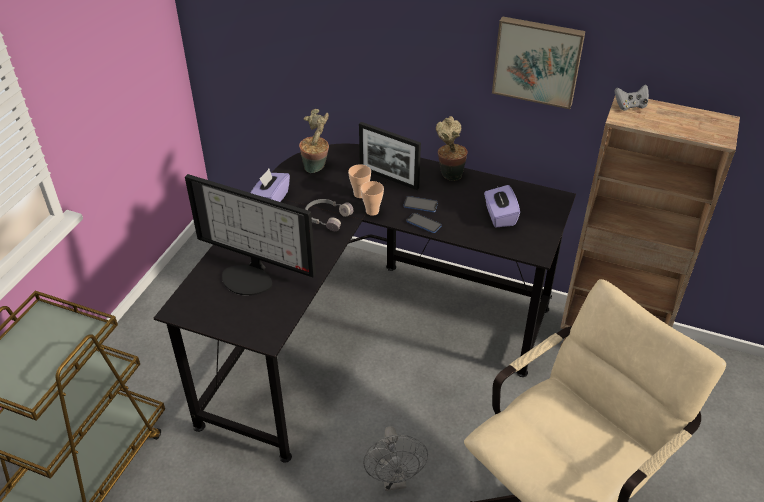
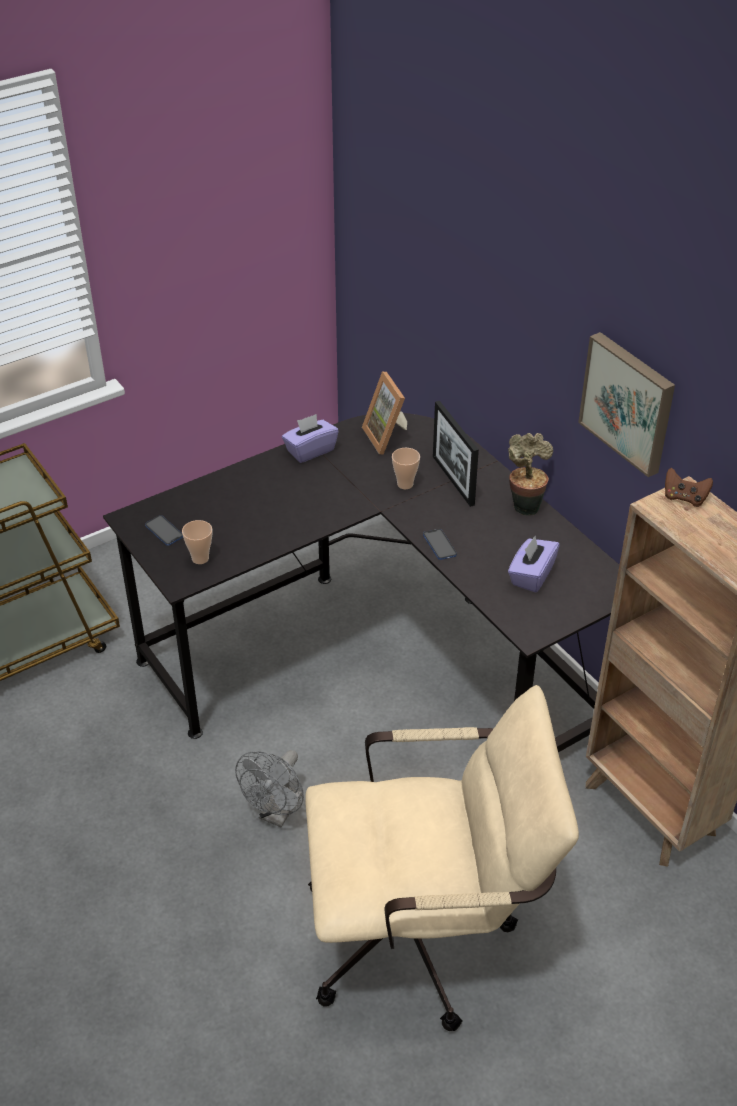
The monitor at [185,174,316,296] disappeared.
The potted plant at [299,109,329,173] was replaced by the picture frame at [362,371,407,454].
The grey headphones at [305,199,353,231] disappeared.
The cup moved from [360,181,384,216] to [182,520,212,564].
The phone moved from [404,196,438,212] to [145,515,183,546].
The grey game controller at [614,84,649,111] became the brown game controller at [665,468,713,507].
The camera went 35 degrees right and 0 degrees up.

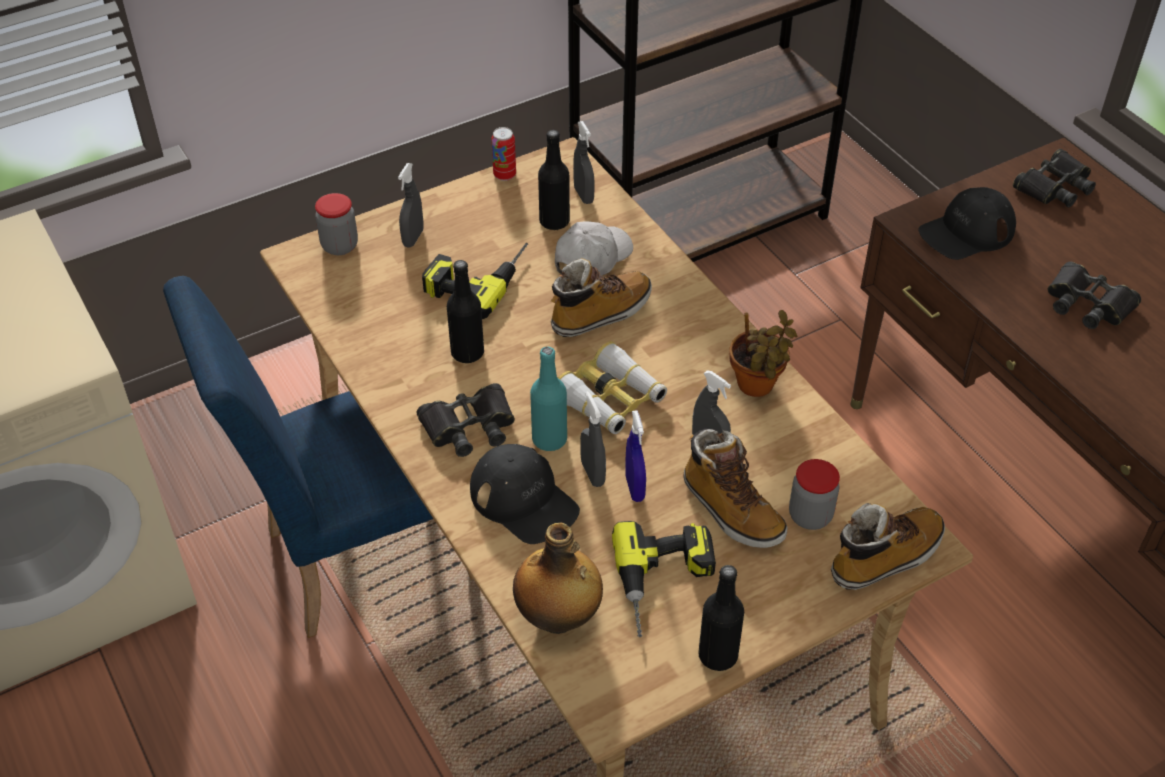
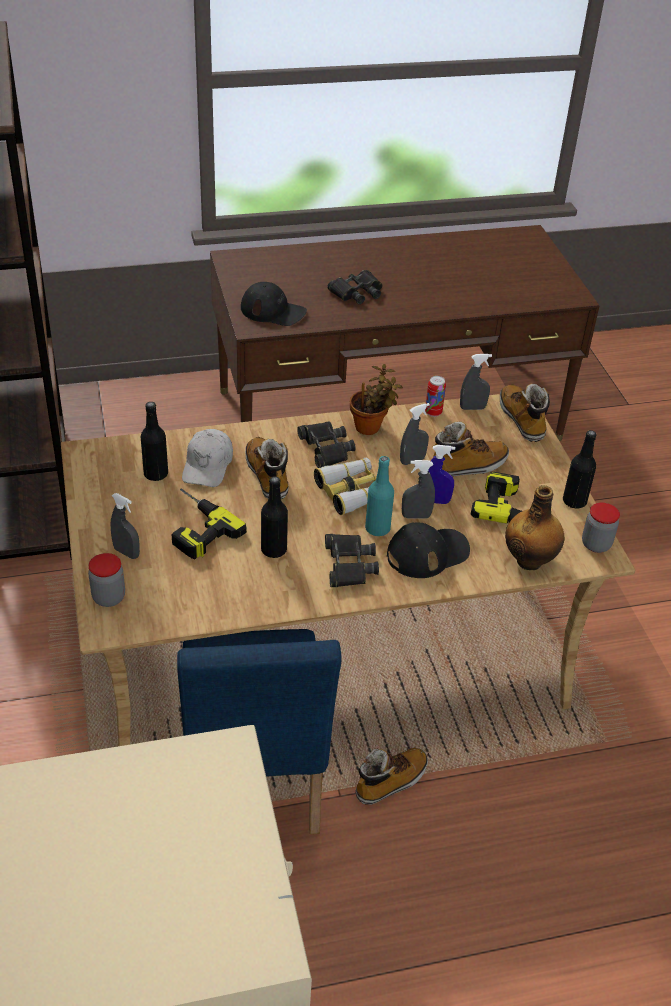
The can moved from [491,127,516,181] to [425,376,446,417].
The white cap at [555,221,633,276] turned 135 degrees counterclockwise.
The grey spray bottle moved from [573,121,595,204] to [460,354,492,410].
The jar moved from [789,459,840,530] to [582,502,620,553].
The black cap at [918,187,1016,260] turned 60 degrees counterclockwise.
The black binoculars moved from [1013,149,1096,208] to [297,422,356,468].
The boot at [355,748,428,805] appeared.
The camera went 75 degrees left and 5 degrees down.

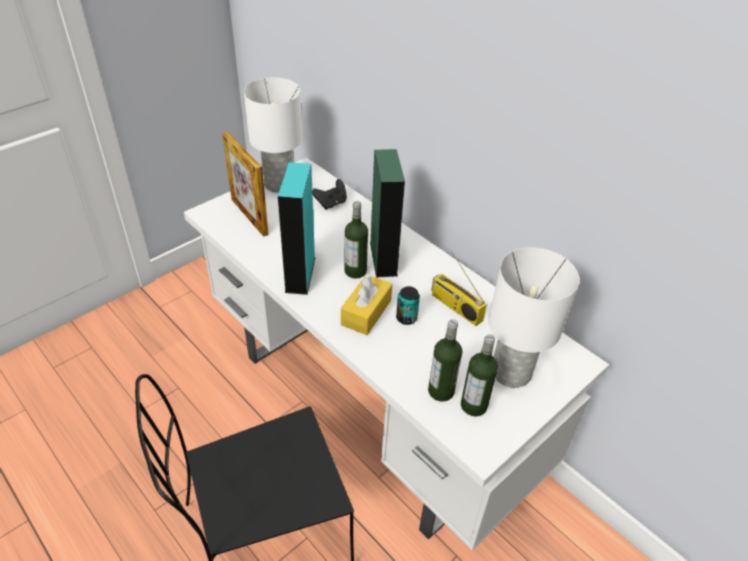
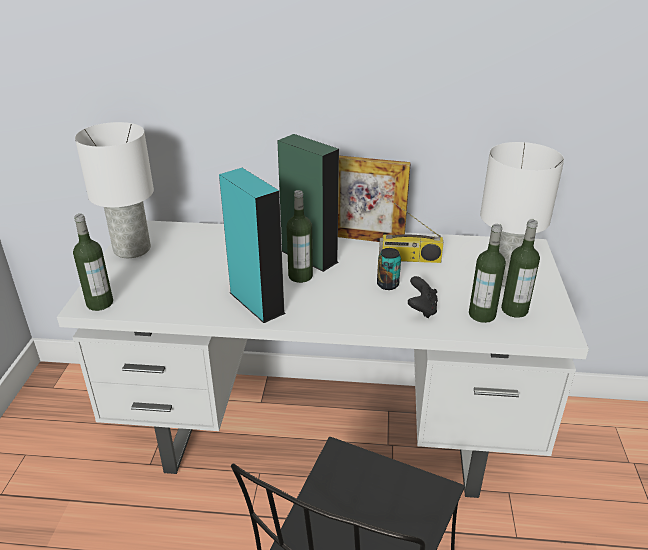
The picture frame moved from [222,132,269,237] to [338,156,411,242].
The black game controller moved from [312,179,347,210] to [408,276,438,318].
The yellow tissue box at [341,274,392,335] disappeared.
The bottle at [73,214,113,311] appeared.
The camera went 40 degrees left and 10 degrees down.

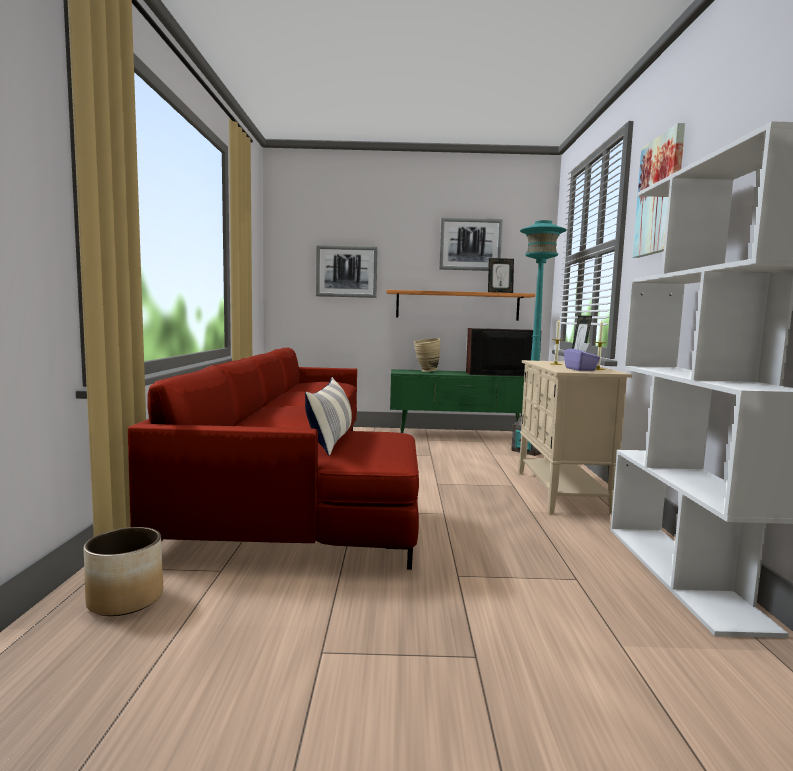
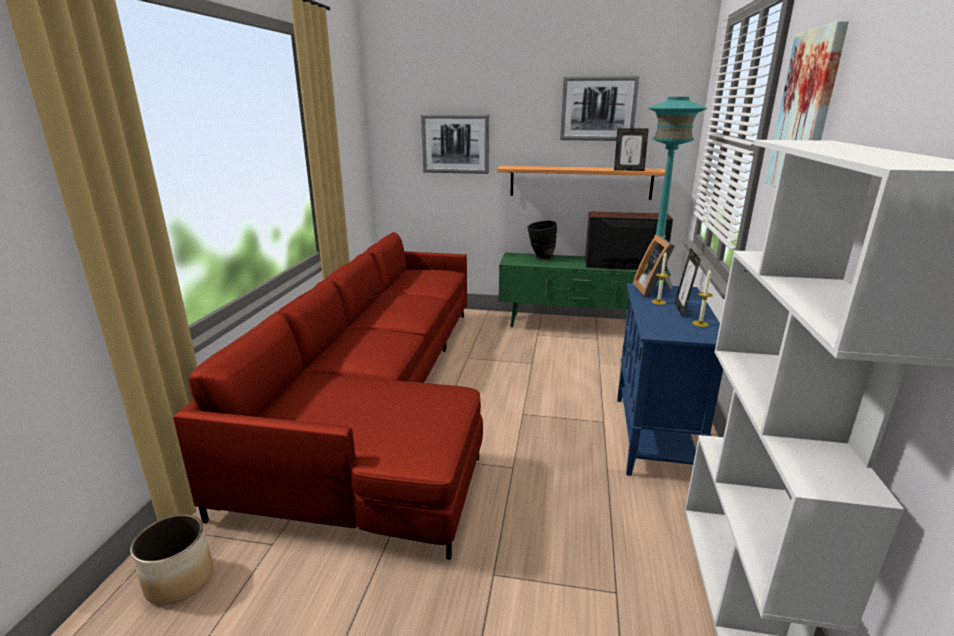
The pillow at [305,377,352,456] disappeared.
The beige vase at [414,338,440,372] became the black vase at [528,221,557,260].
The beige cabinet at [519,360,632,516] became the blue cabinet at [617,283,723,476].
The purple tissue box at [564,343,600,371] disappeared.
The picture frame at [633,234,675,298] appeared.
The camera went 10 degrees right and 15 degrees up.

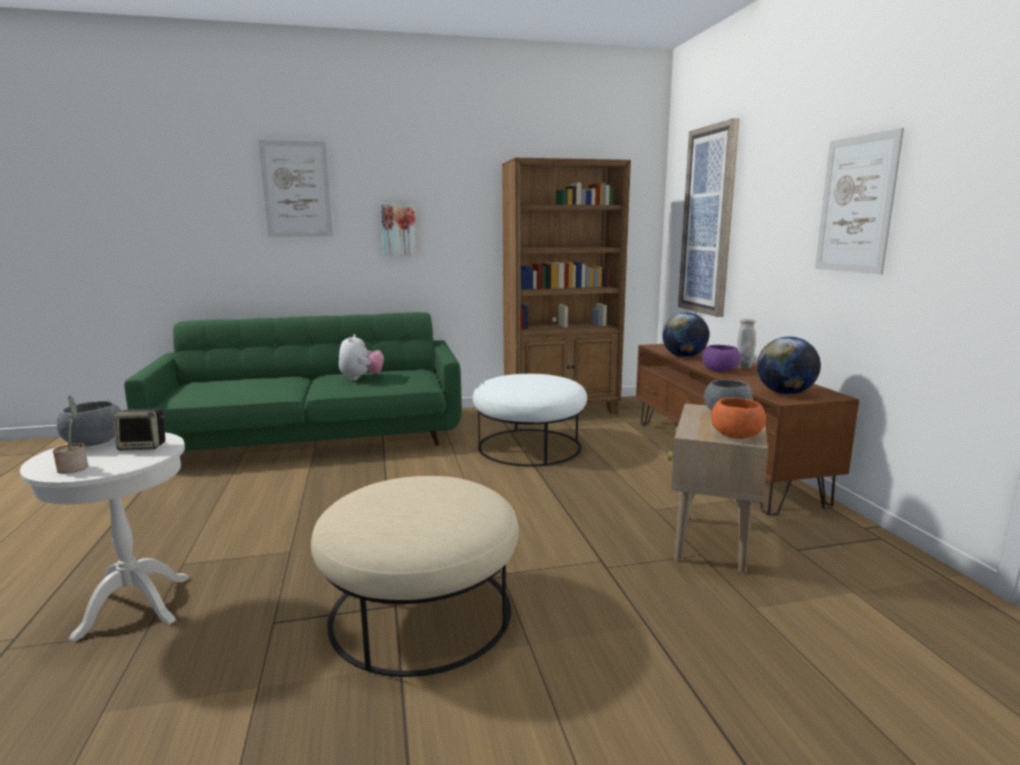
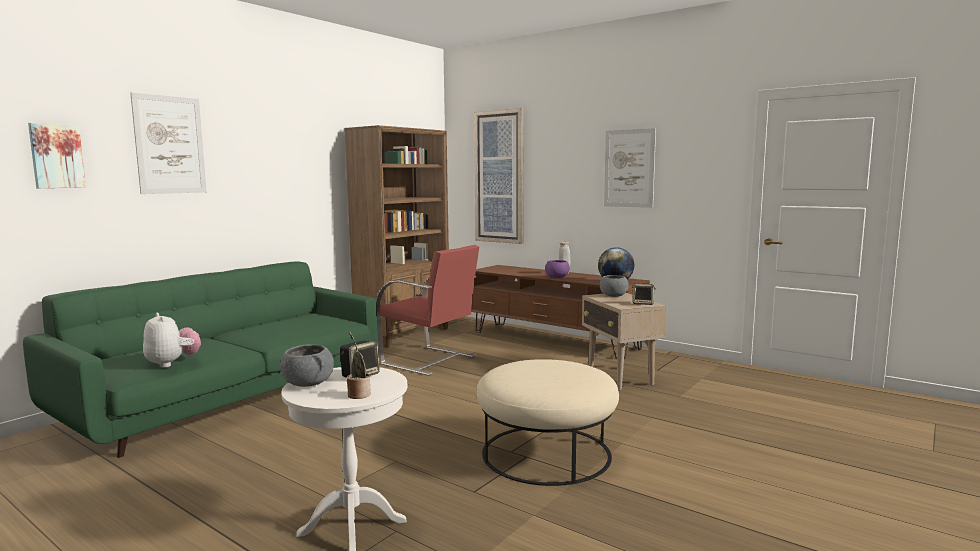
The plush toy moved from [339,334,384,381] to [143,312,201,368].
The picture moved from [381,203,417,256] to [28,123,86,188].
The white ottoman at [473,374,587,466] was replaced by the red armchair at [376,245,479,376].
The globe at [662,312,709,358] disappeared.
The orange bowl at [711,397,766,439] was replaced by the speaker at [632,283,656,305].
The camera went 40 degrees left and 5 degrees down.

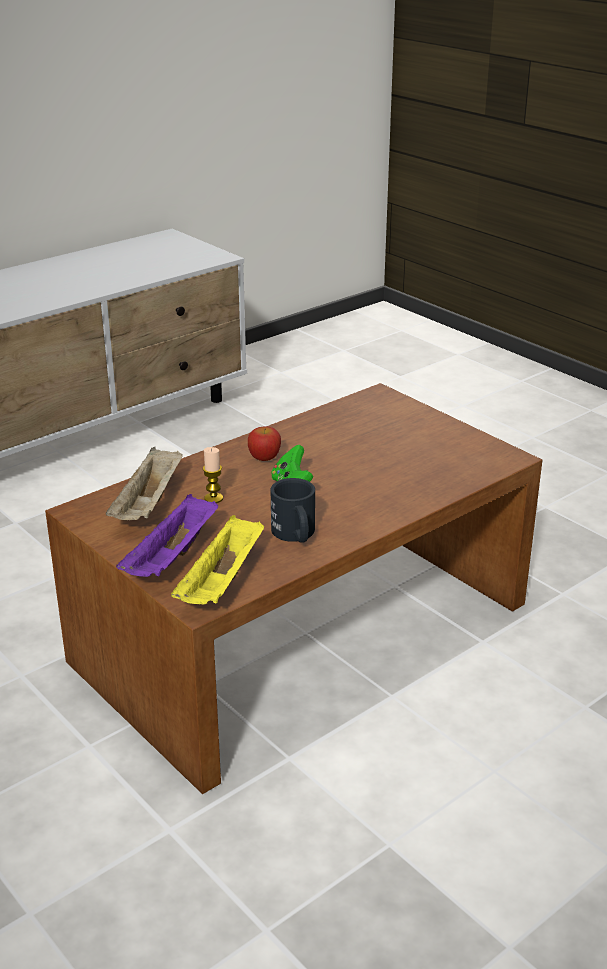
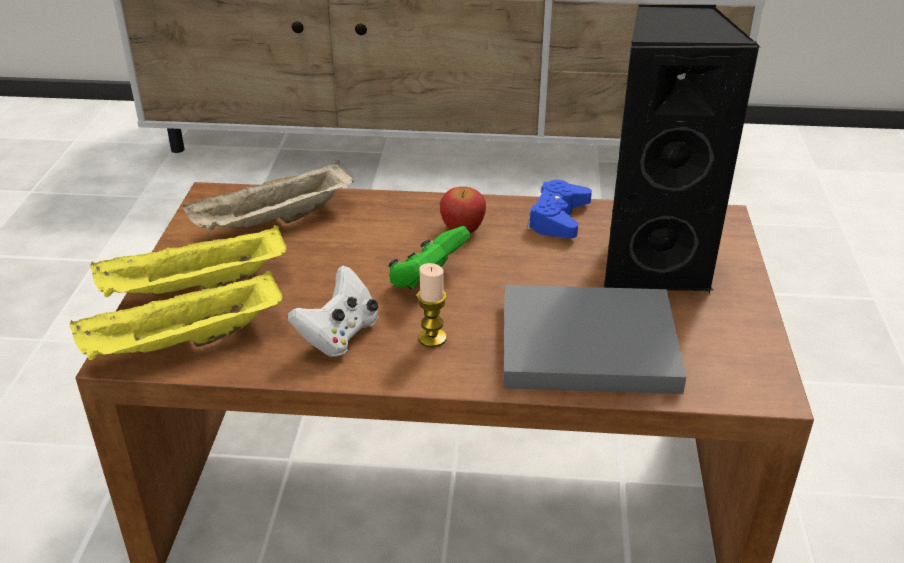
The purple tray at [116,494,218,577] became the yellow tray at [90,225,287,297].
The candle moved from [203,447,223,503] to [417,263,447,347].
The black mug at [270,478,315,543] was replaced by the white game controller at [288,265,378,357].
The grey book at [504,285,686,394] appeared.
The blue game controller at [527,180,592,238] appeared.
The black speaker at [604,5,761,294] appeared.
The camera went 45 degrees right and 5 degrees up.

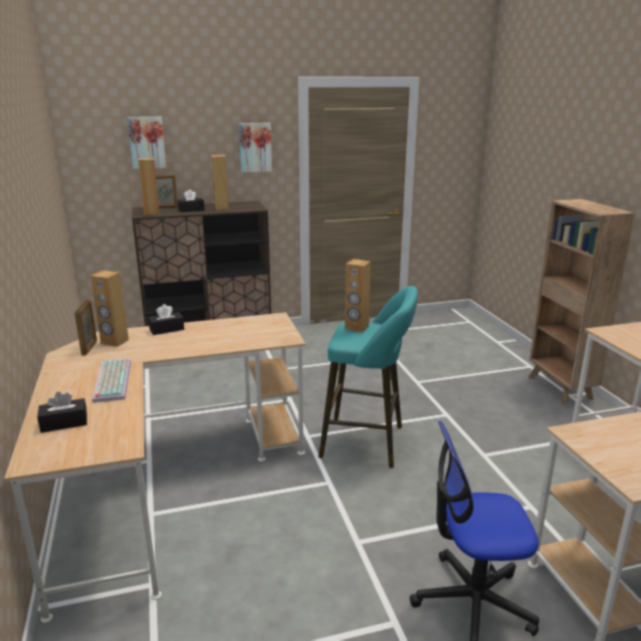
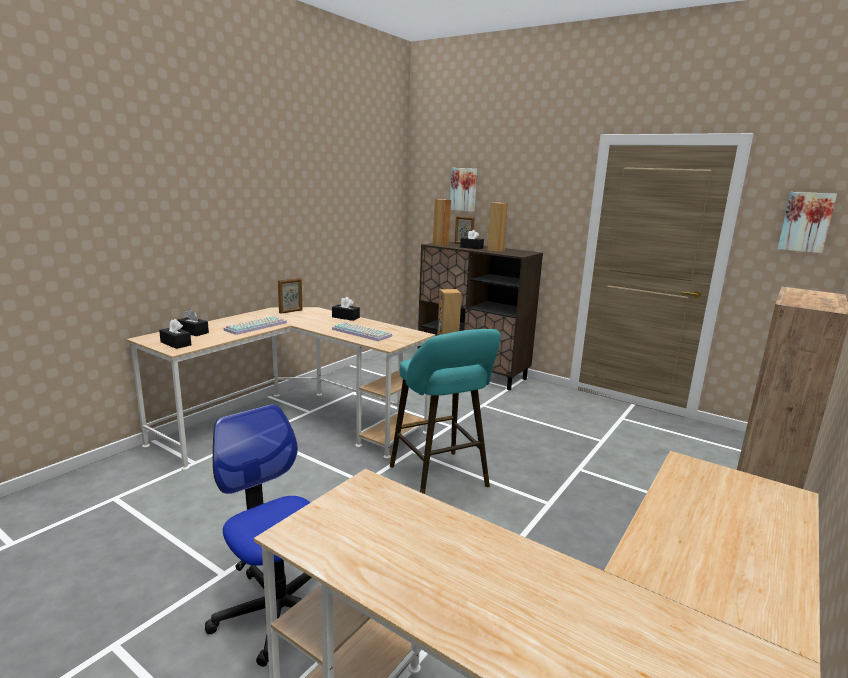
The brown speaker at [91,270,129,347] disappeared.
The picture moved from [239,123,272,173] to [778,192,837,253].
The black tissue box at [159,319,191,349] appeared.
The keyboard at [332,322,392,341] appeared.
The camera went 50 degrees right and 5 degrees down.

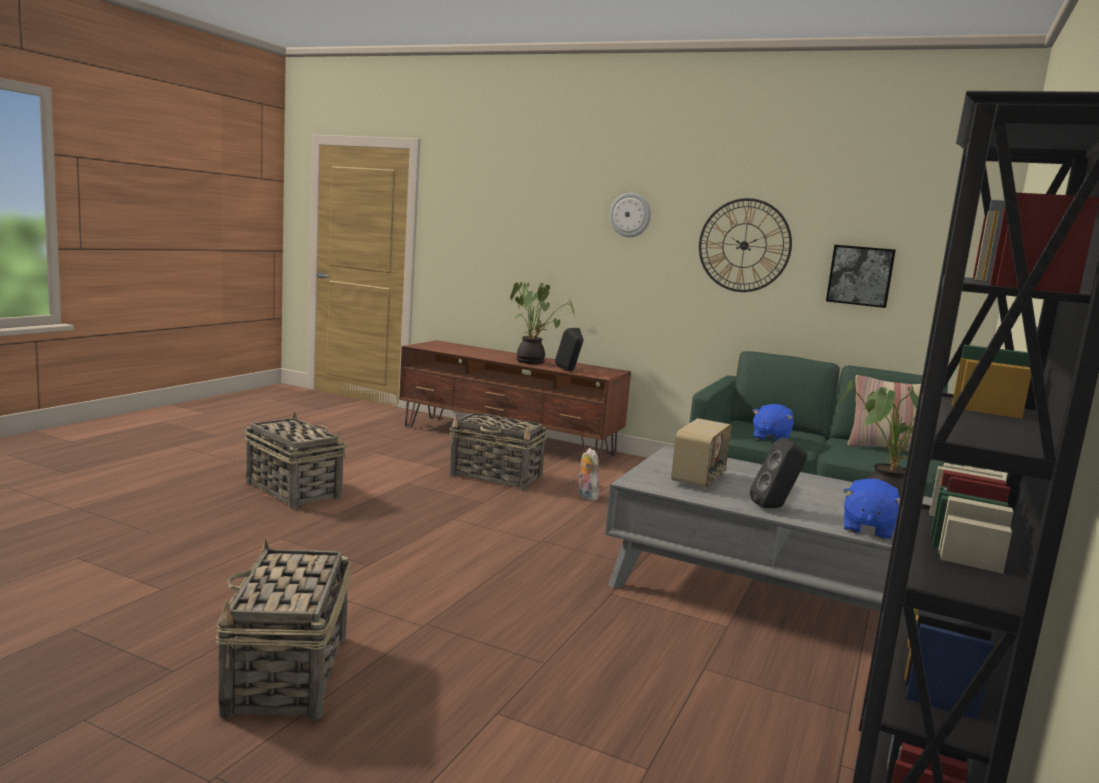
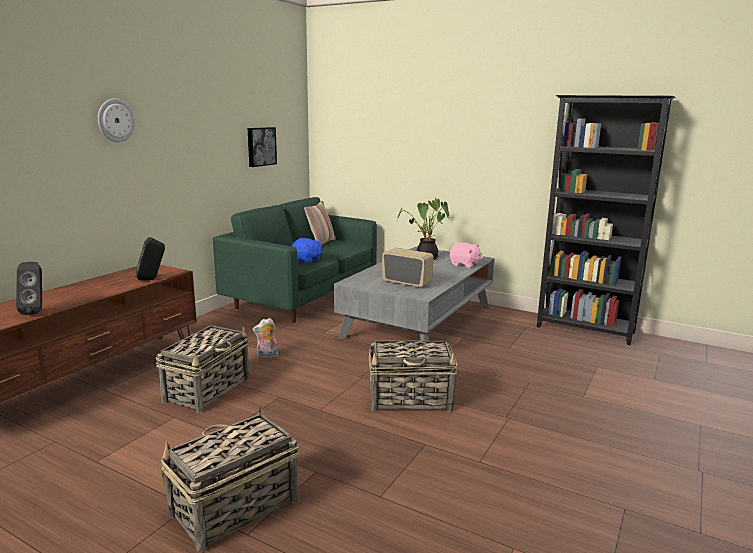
The basket moved from [215,539,351,720] to [369,340,458,412].
The potted plant at [510,282,575,364] disappeared.
The wall clock at [699,198,792,292] disappeared.
The black speaker moved from [750,437,807,508] to [16,262,42,315].
The blue plush toy at [843,479,900,540] became the pink plush toy at [450,242,483,268].
The camera went 85 degrees left and 5 degrees up.

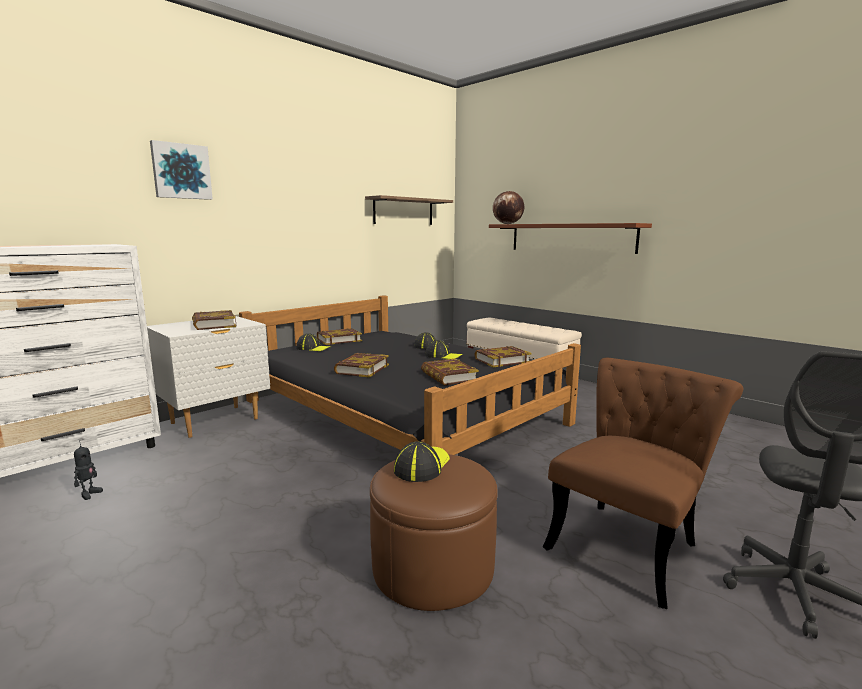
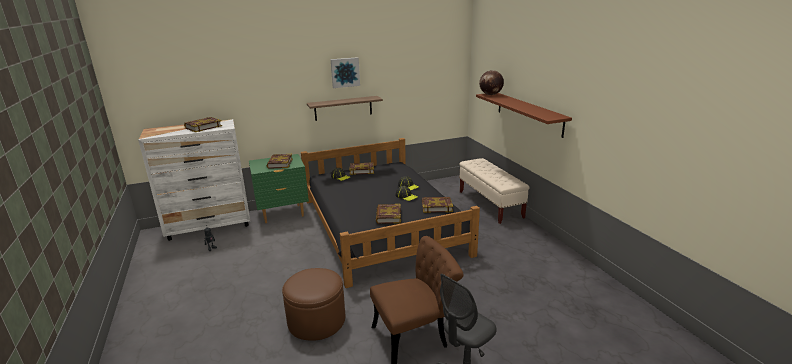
The white nightstand at [147,316,270,438] became the green nightstand at [249,154,309,223].
The picture moved from [150,140,213,200] to [331,57,360,88].
The book moved from [334,353,389,378] to [184,117,222,132].
The shelf moved from [365,195,453,225] to [307,96,383,121].
The cap at [394,441,450,482] disappeared.
The camera went 25 degrees right and 10 degrees up.

